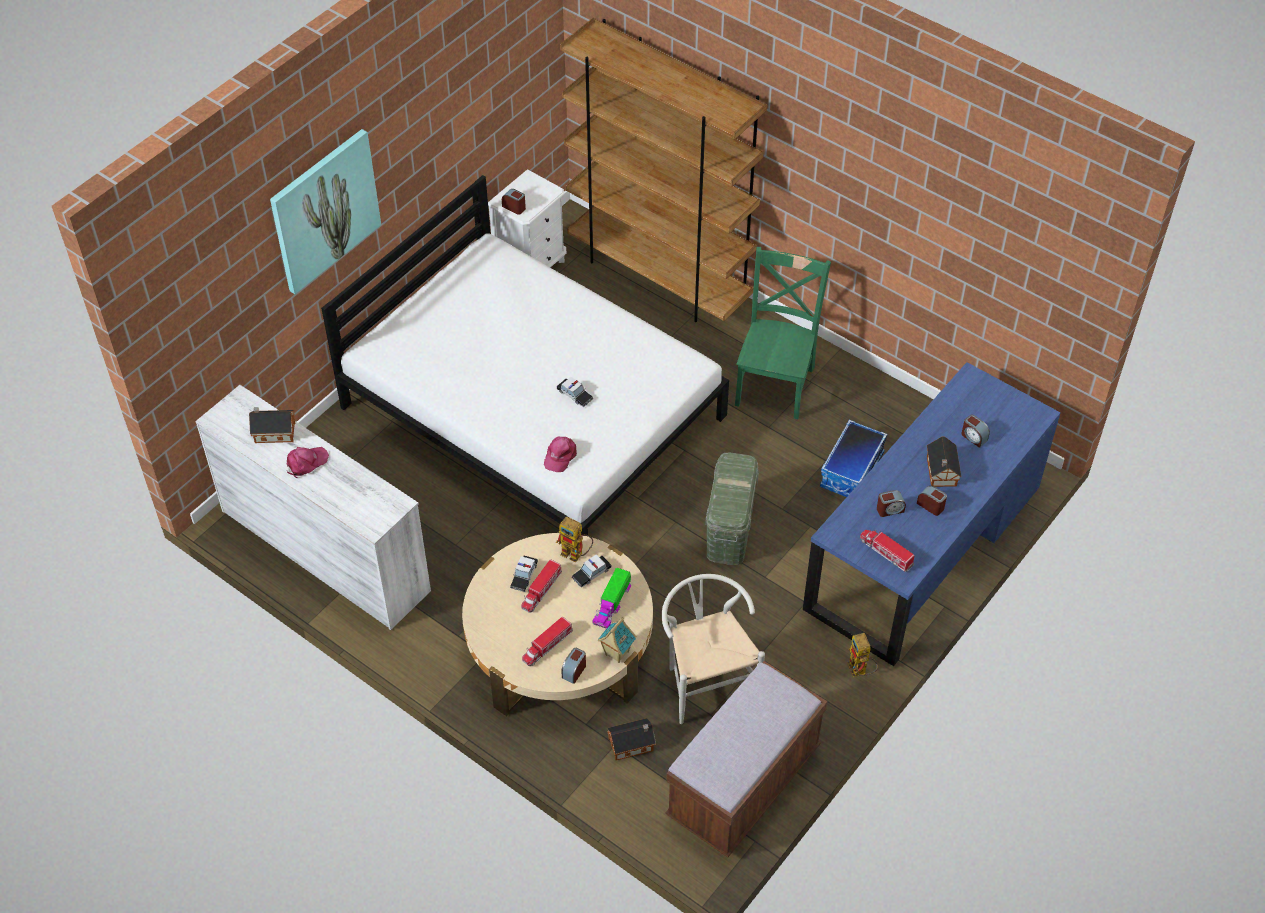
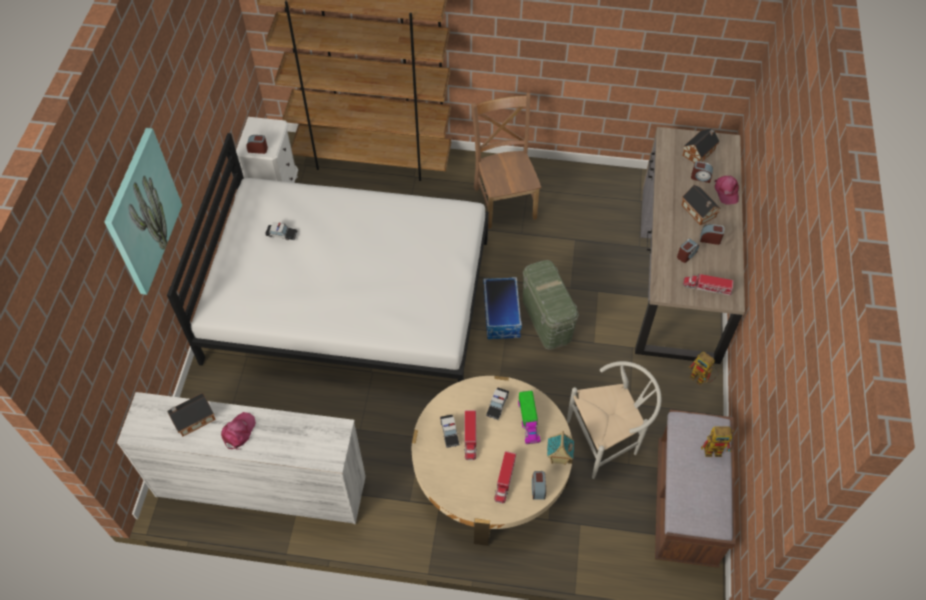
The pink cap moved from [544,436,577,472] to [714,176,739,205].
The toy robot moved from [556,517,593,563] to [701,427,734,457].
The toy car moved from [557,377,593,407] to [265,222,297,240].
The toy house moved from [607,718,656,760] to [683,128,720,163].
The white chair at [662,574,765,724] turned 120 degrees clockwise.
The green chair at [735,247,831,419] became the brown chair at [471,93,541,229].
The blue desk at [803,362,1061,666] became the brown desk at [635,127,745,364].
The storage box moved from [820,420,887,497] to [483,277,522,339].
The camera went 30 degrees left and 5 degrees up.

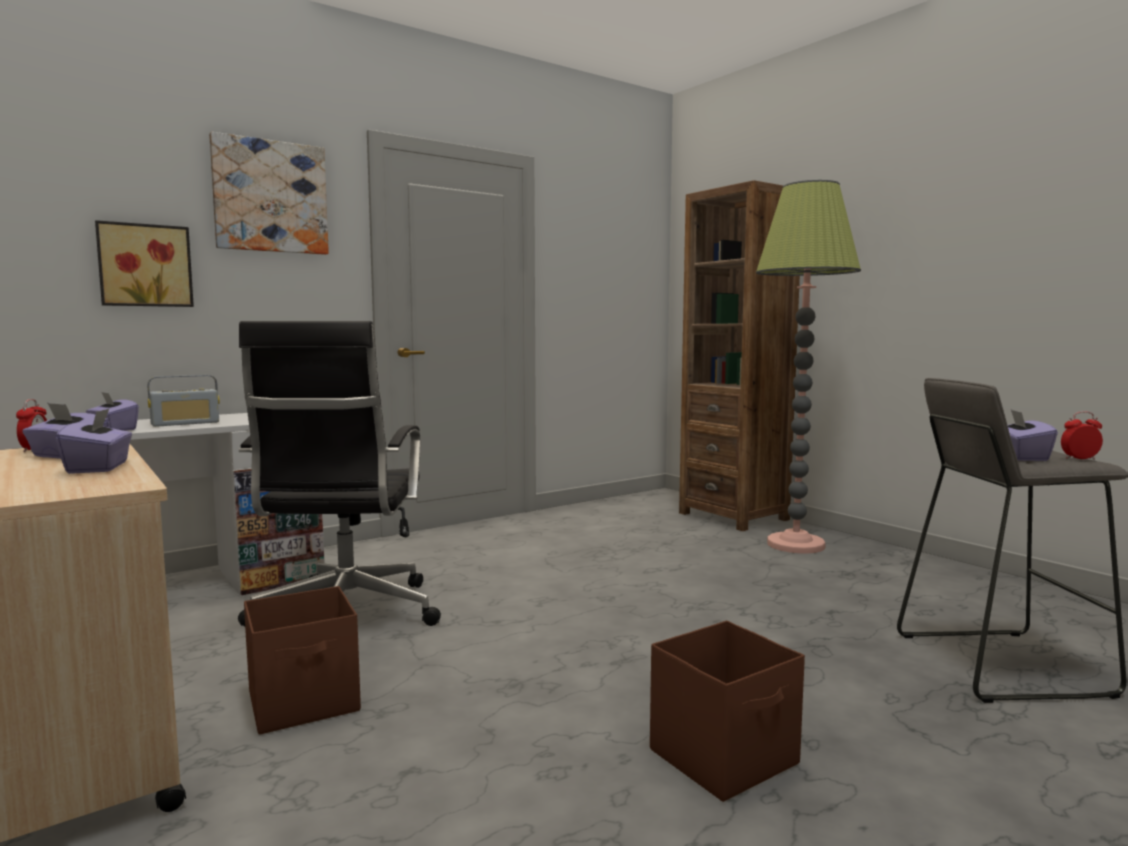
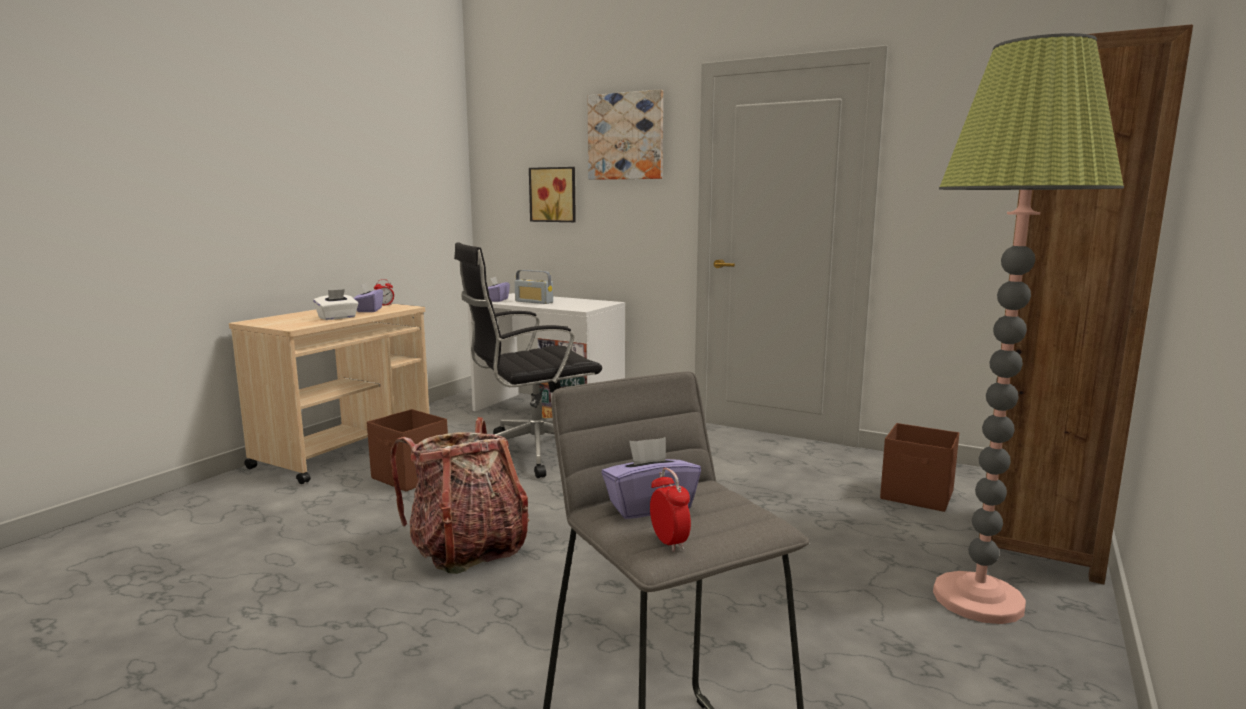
The purple tissue box at [56,408,132,474] became the white tissue box at [313,289,359,320].
The brown storage box moved from [650,621,805,802] to [880,423,959,512].
The backpack at [390,417,529,574] appeared.
The camera went 65 degrees right and 5 degrees up.

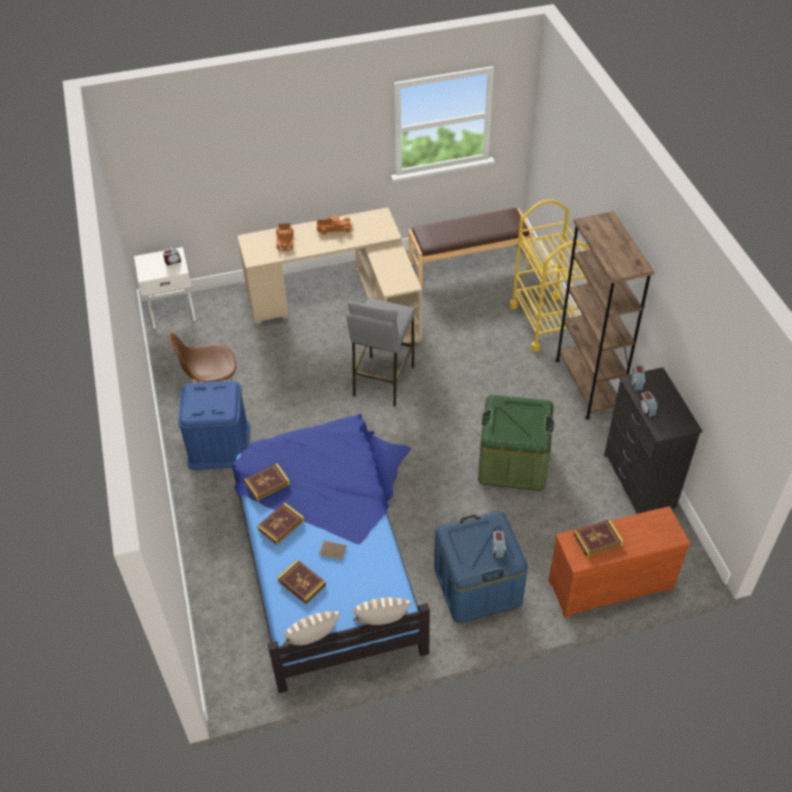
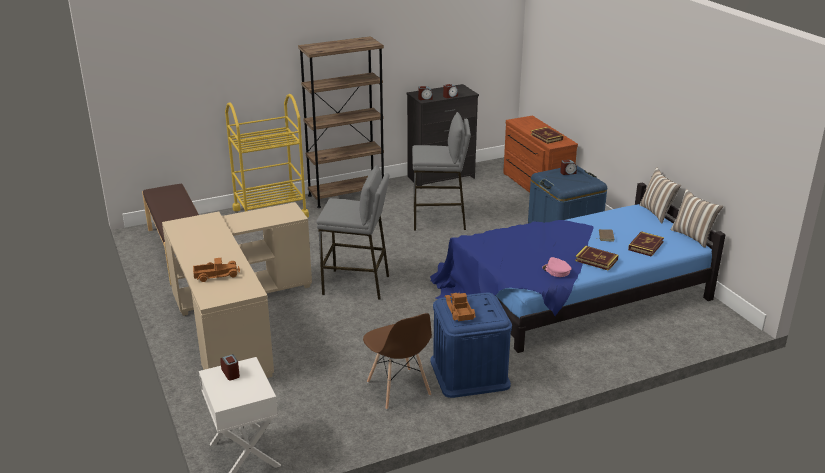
The book at [244,463,290,501] was replaced by the pink cap at [542,257,572,277].
The toy truck moved from [317,215,353,234] to [445,293,476,321].
The green storage box at [478,395,554,491] was replaced by the grey stool at [412,112,471,231].
The camera went 100 degrees left and 20 degrees down.

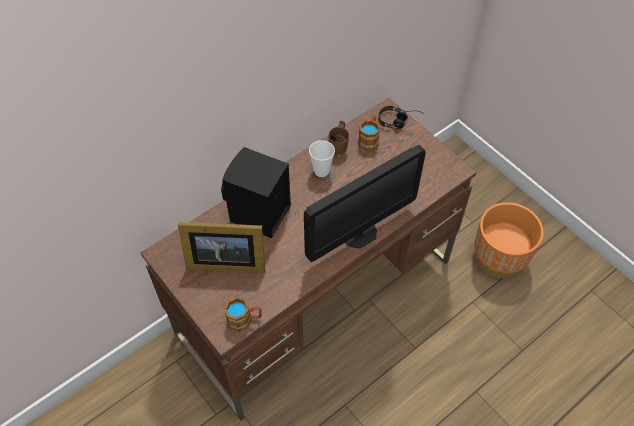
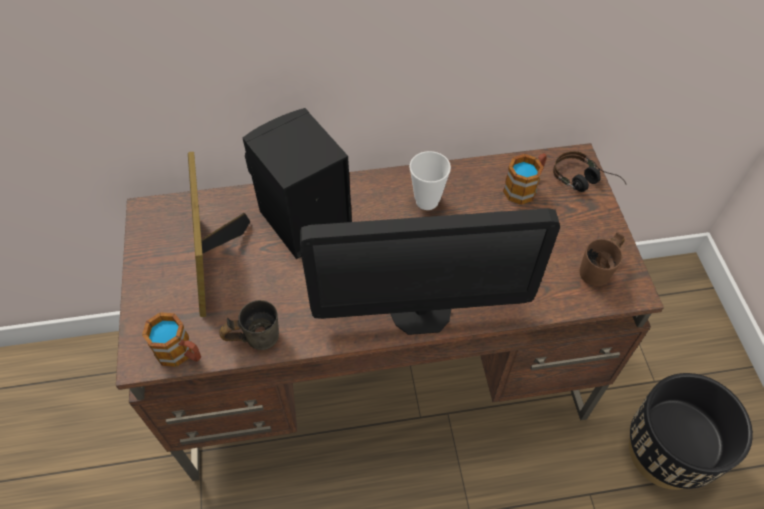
The picture frame at [178,222,265,273] turned 45 degrees clockwise.
The brown mug moved from [329,121,349,155] to [580,232,625,286].
The orange planter at [474,202,544,278] became the black planter at [629,373,753,490].
The grey mug at [219,300,279,350] appeared.
The camera went 30 degrees right and 0 degrees up.

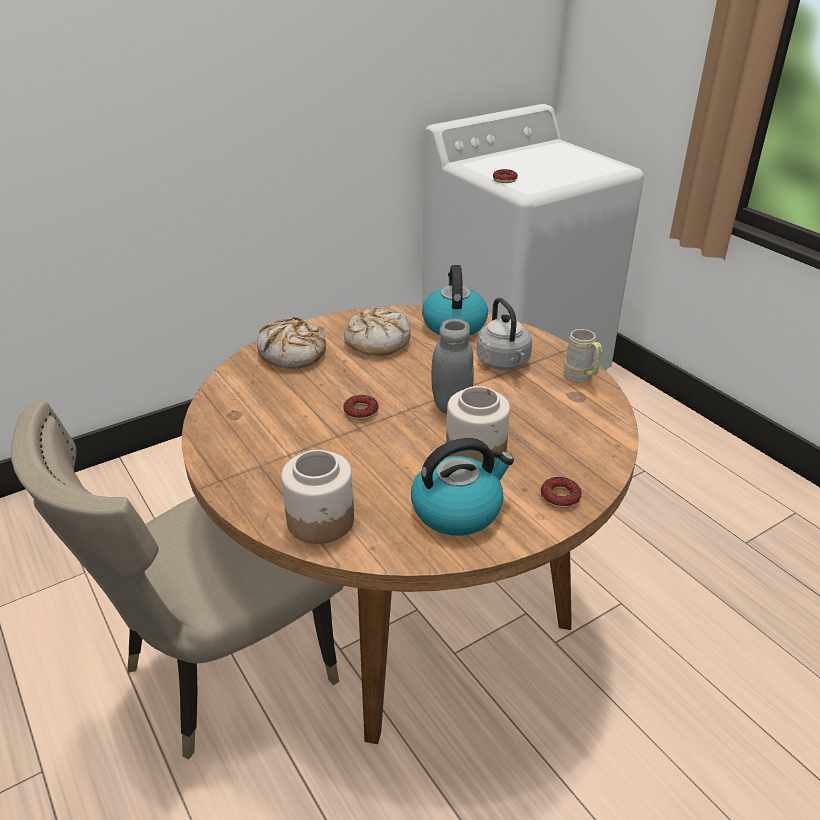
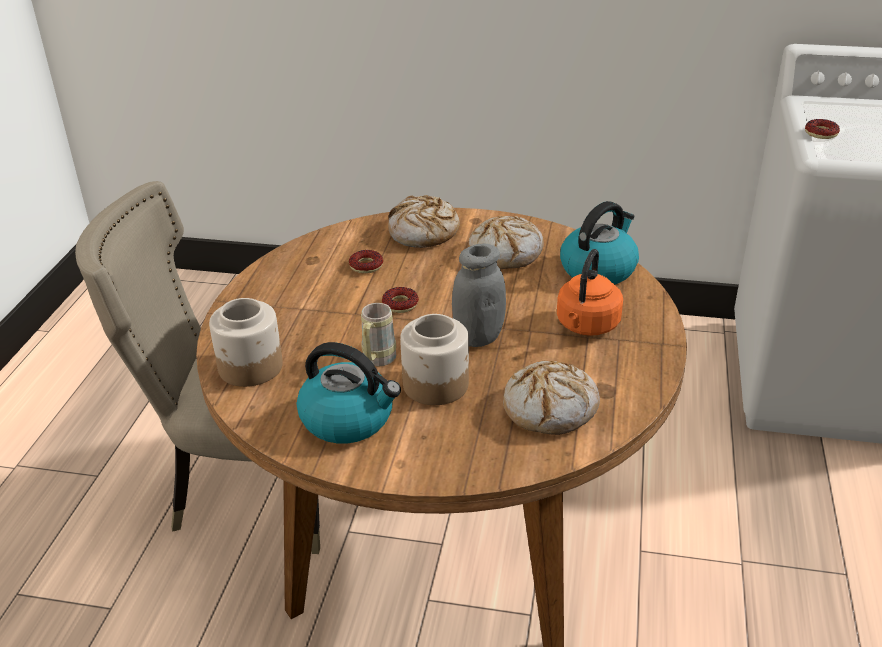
The grey kettle at [477,297,532,370] became the orange kettle at [557,249,623,336].
The donut moved from [541,477,582,509] to [349,250,383,274].
The beige mug moved from [564,329,602,382] to [361,303,396,366].
The bread at [503,360,600,435] appeared.
The camera went 45 degrees right and 0 degrees up.

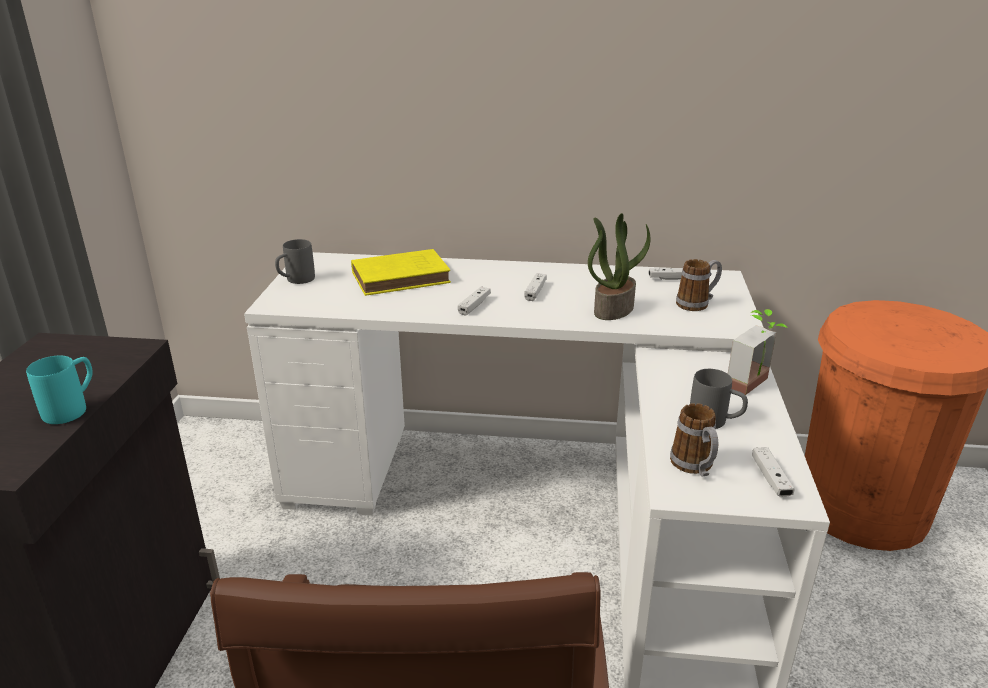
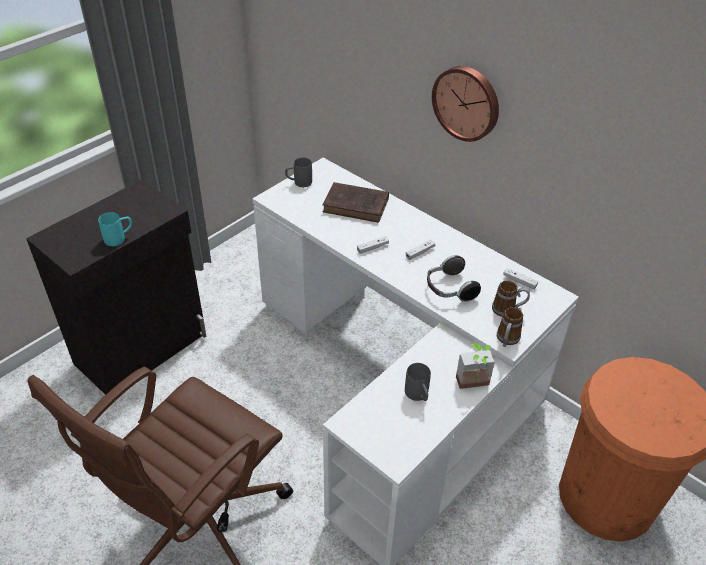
The yellow book at [351,249,451,296] became the brown book at [323,182,389,223].
The potted plant at [588,213,651,320] was replaced by the headphones at [427,255,481,302].
The mug moved from [670,403,718,476] to [497,307,523,347].
The white game controller at [752,447,795,497] disappeared.
The wall clock at [432,66,499,142] appeared.
The camera went 35 degrees right and 15 degrees up.

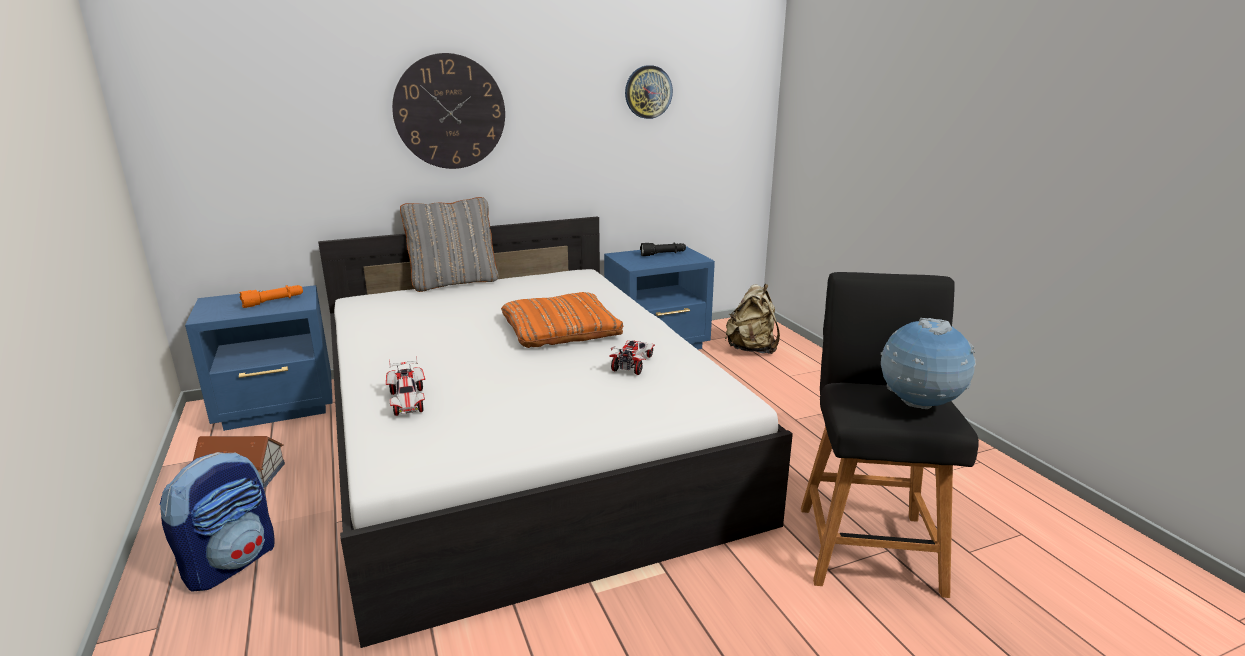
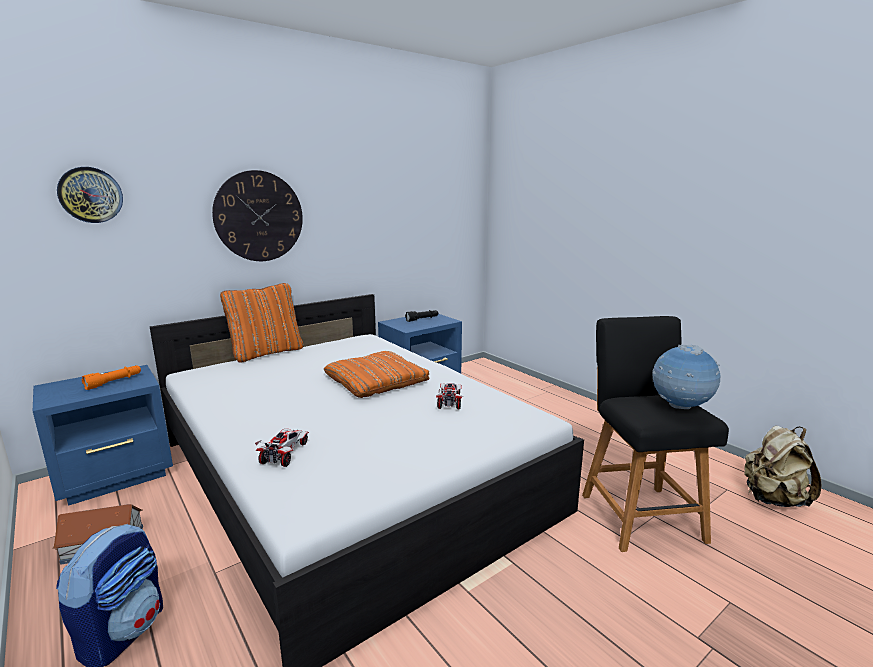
The toy car at [386,356,425,416] turned 135 degrees counterclockwise.
The grey pillow at [400,197,498,292] became the orange pillow at [220,283,303,363].
The wall clock moved from [625,65,673,119] to [57,167,123,223].
The beige backpack moved from [725,284,780,354] to [744,426,822,507].
The camera went 15 degrees left and 5 degrees down.

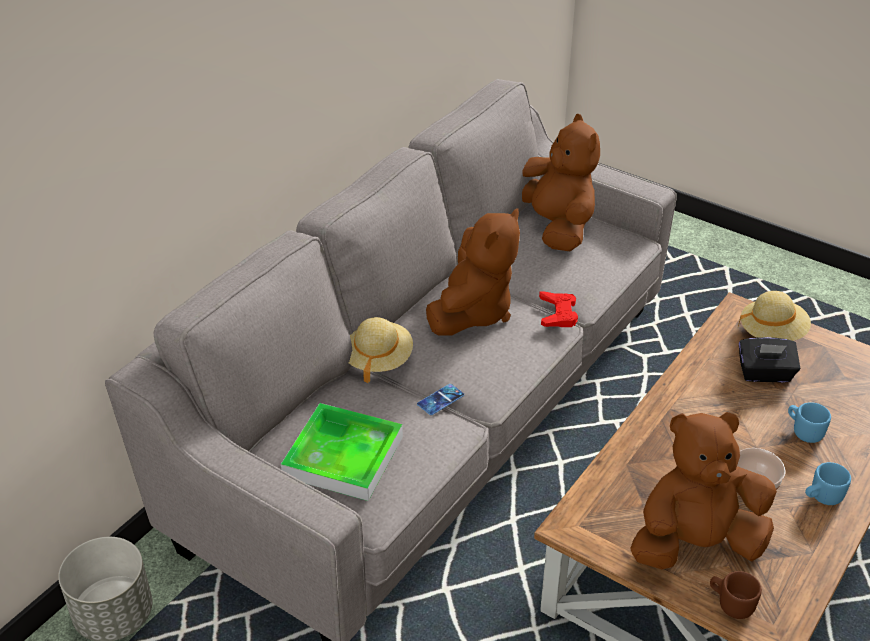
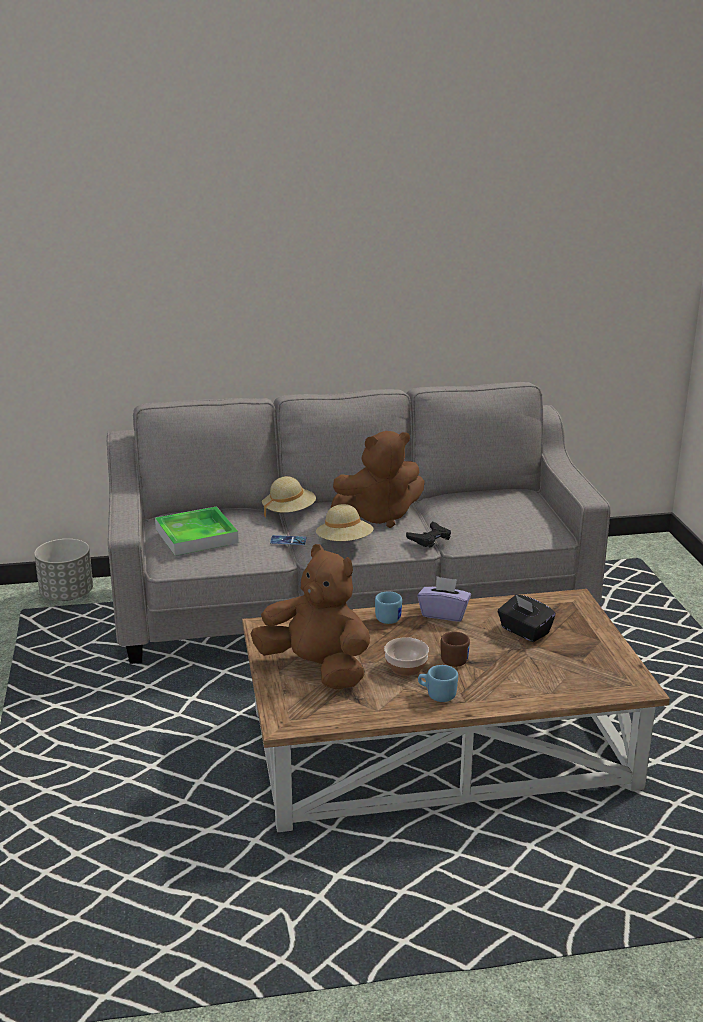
The brown plush toy at [522,114,600,251] disappeared.
The red game controller at [539,291,578,327] became the black game controller at [406,521,451,548].
The brown mug moved from [710,571,762,619] to [441,632,470,667].
The beige hat moved from [738,291,811,341] to [316,504,373,541].
The blue mug moved from [788,402,831,443] to [375,591,402,624].
The purple tissue box at [418,576,471,622] appeared.
The camera went 45 degrees right and 15 degrees down.

